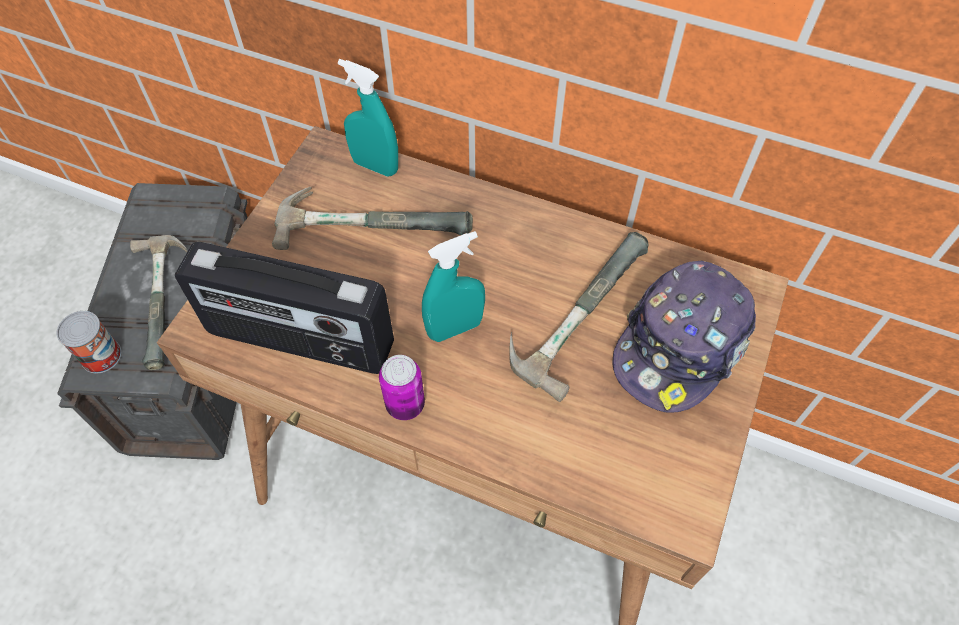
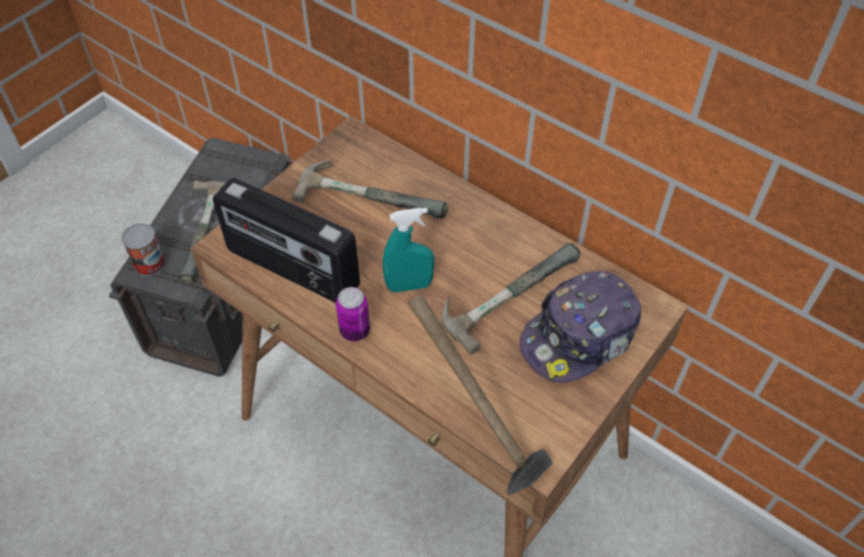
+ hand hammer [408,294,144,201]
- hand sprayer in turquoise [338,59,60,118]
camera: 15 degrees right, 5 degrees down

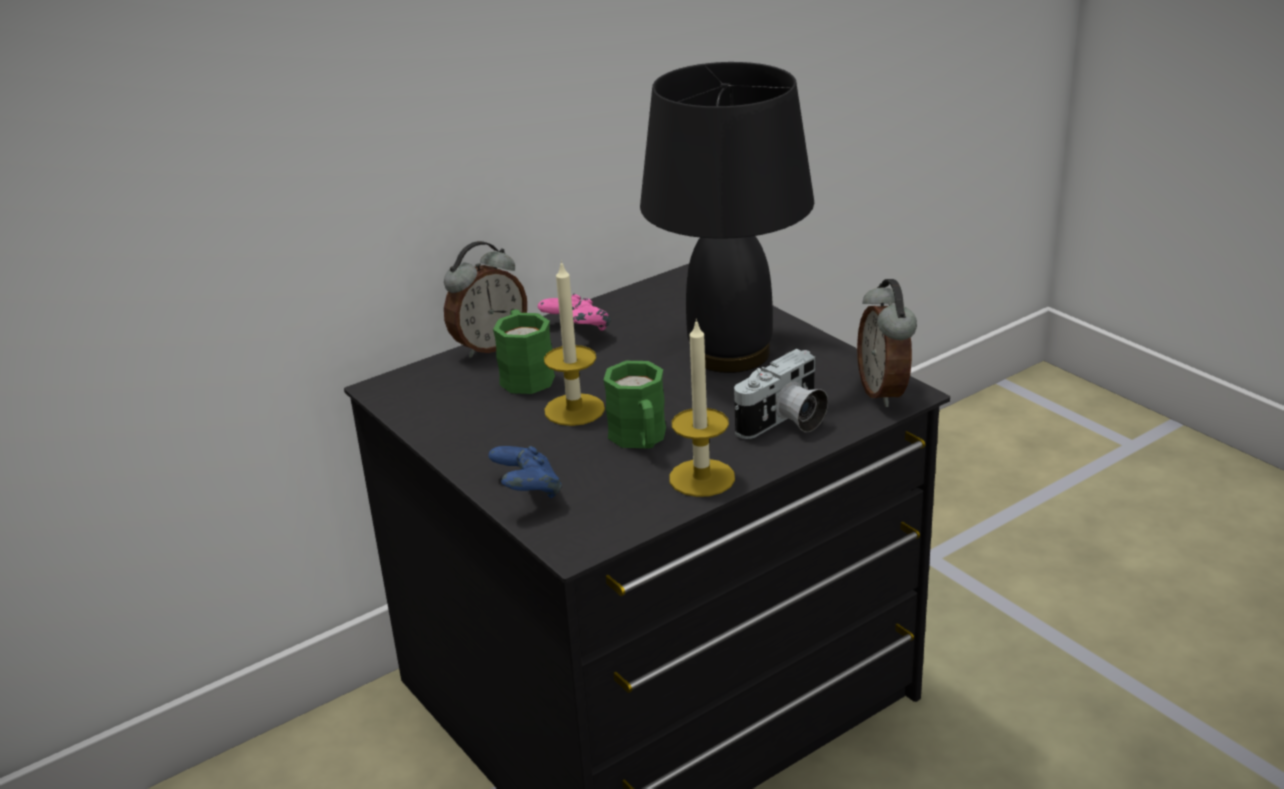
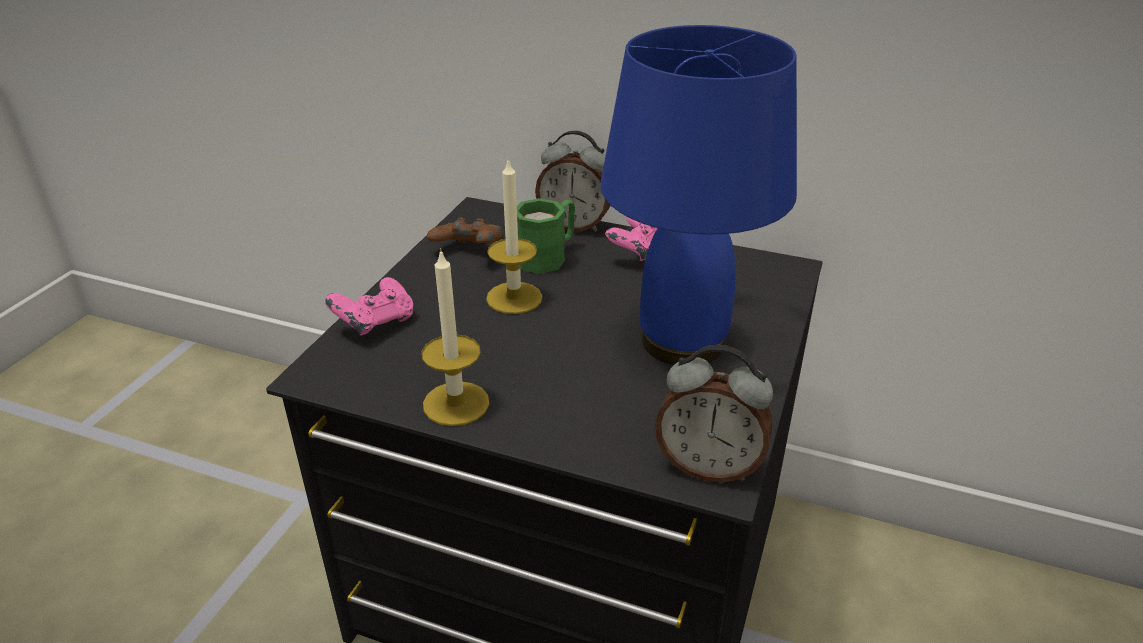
~ joypad in blue-coloured [488,446,74,52] to joypad in pink-coloured [325,277,88,58]
+ joypad in brown-coloured [427,218,77,25]
~ table lamp in black [640,62,174,311] to table lamp in blue-coloured [600,25,197,340]
~ alarm clock [857,279,60,128] = [655,345,118,137] 120 degrees counterclockwise
- mug in green-coloured [604,361,62,88]
- photo camera [734,349,94,90]
camera: 55 degrees right, 5 degrees up

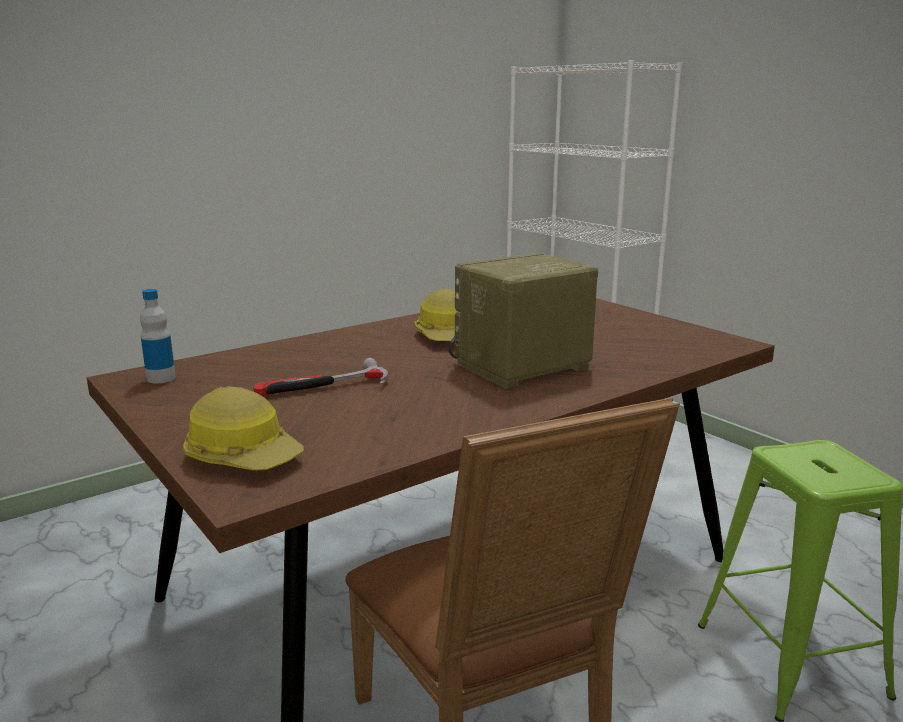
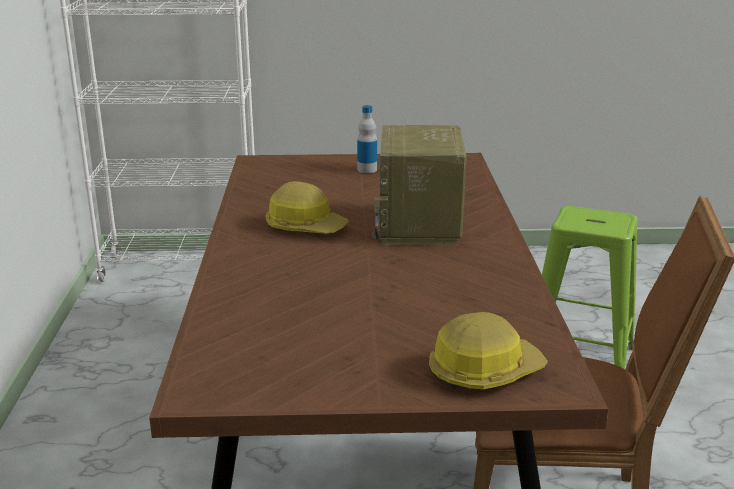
~ bottle [140,289,36,94] to [357,105,20,68]
- hand hammer [253,358,135,38]
camera: 55 degrees left, 5 degrees up

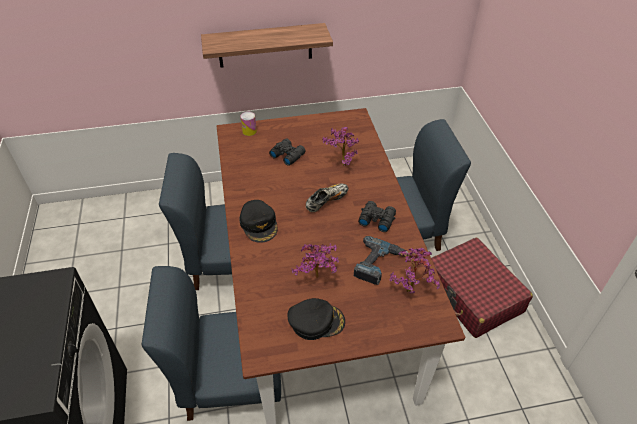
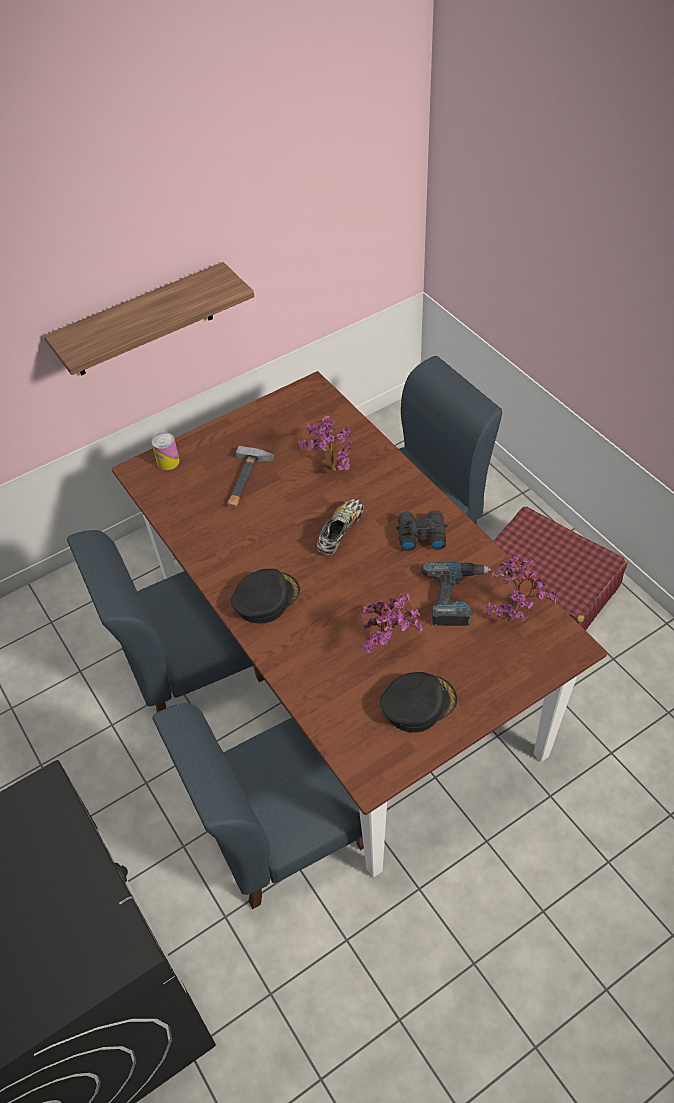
~ field glasses in black [269,138,37,28] to hand hammer [228,446,46,62]
~ peaked cap in black [239,200,38,43] = [231,569,69,55] 90 degrees counterclockwise
camera: 20 degrees left, 5 degrees up

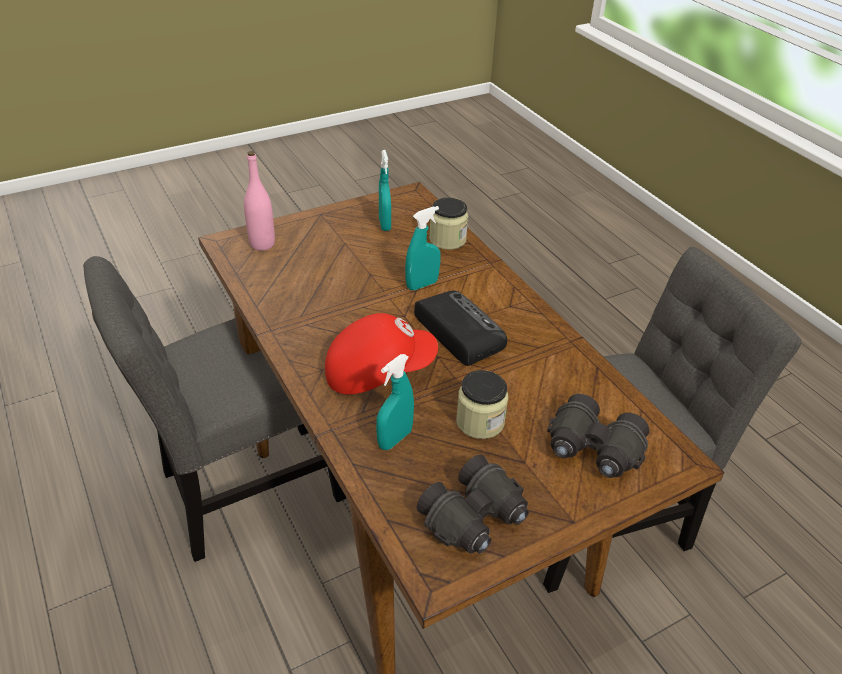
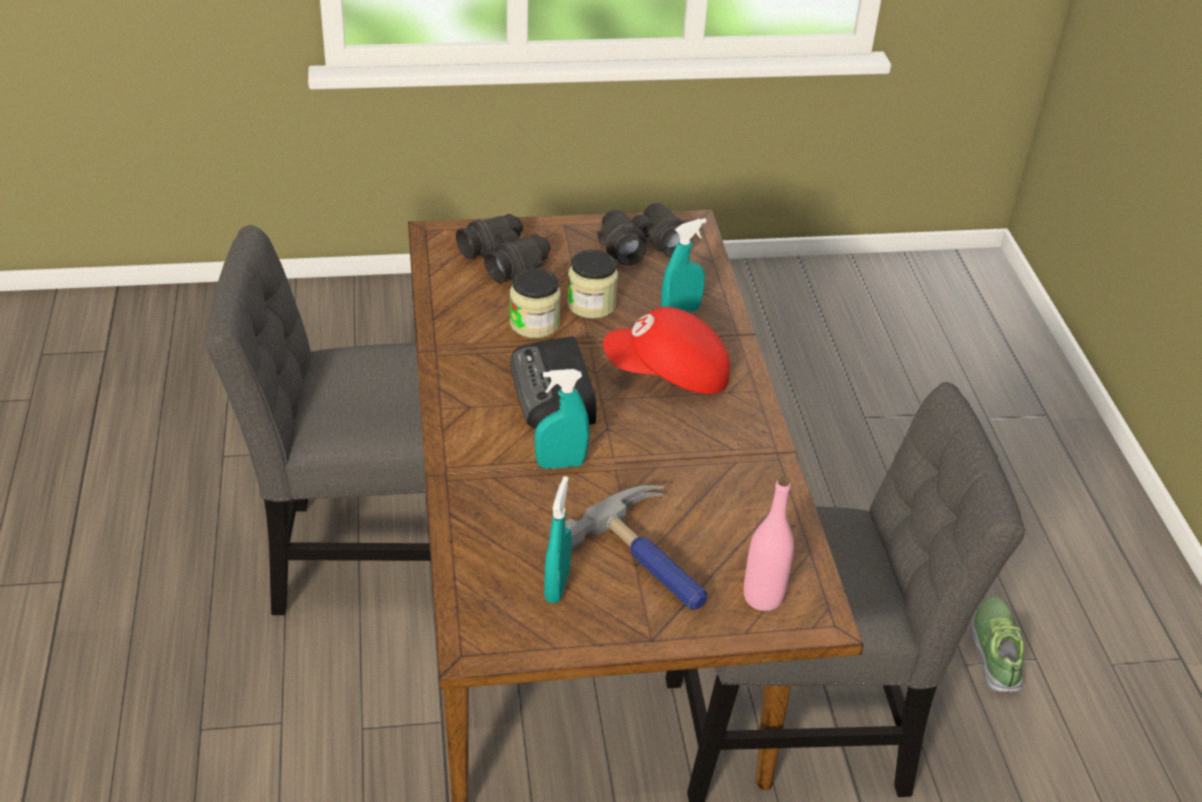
~ preserve jar [429,198,39,52] to [510,268,51,70]
+ hand hammer [565,485,142,125]
+ shoe [970,597,54,95]
camera: 160 degrees left, 0 degrees up

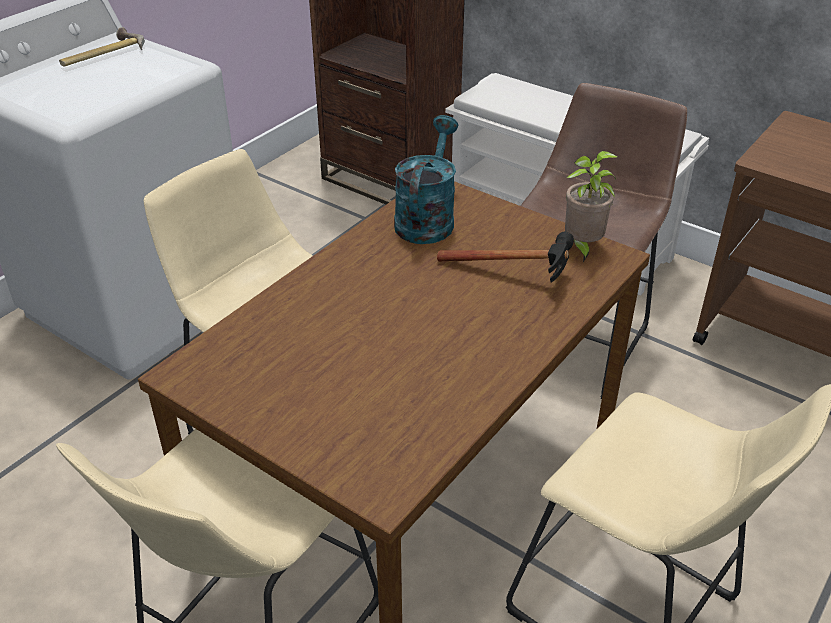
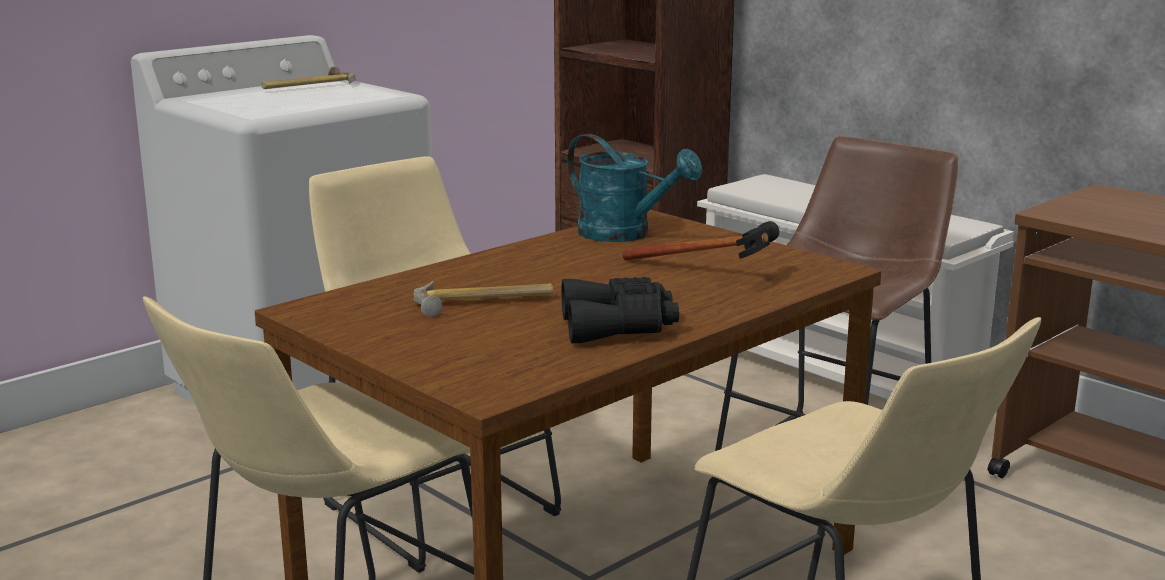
+ hand hammer [414,281,139,36]
+ field glasses in black [561,277,118,66]
~ watering pot in turquoise [394,115,64,129] = [567,134,135,108] 105 degrees clockwise
- houseplant [565,151,52,111]
camera: 10 degrees right, 20 degrees down

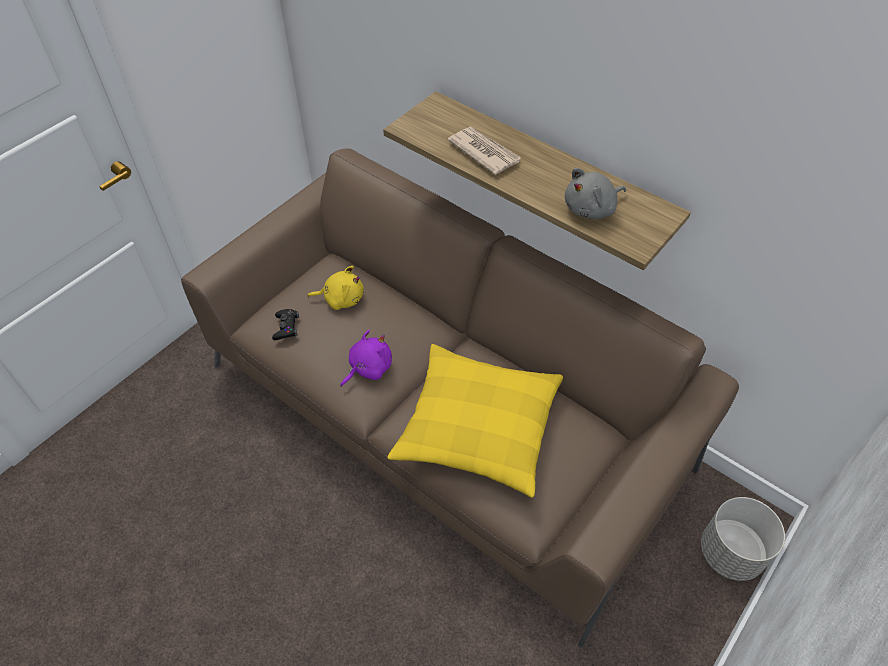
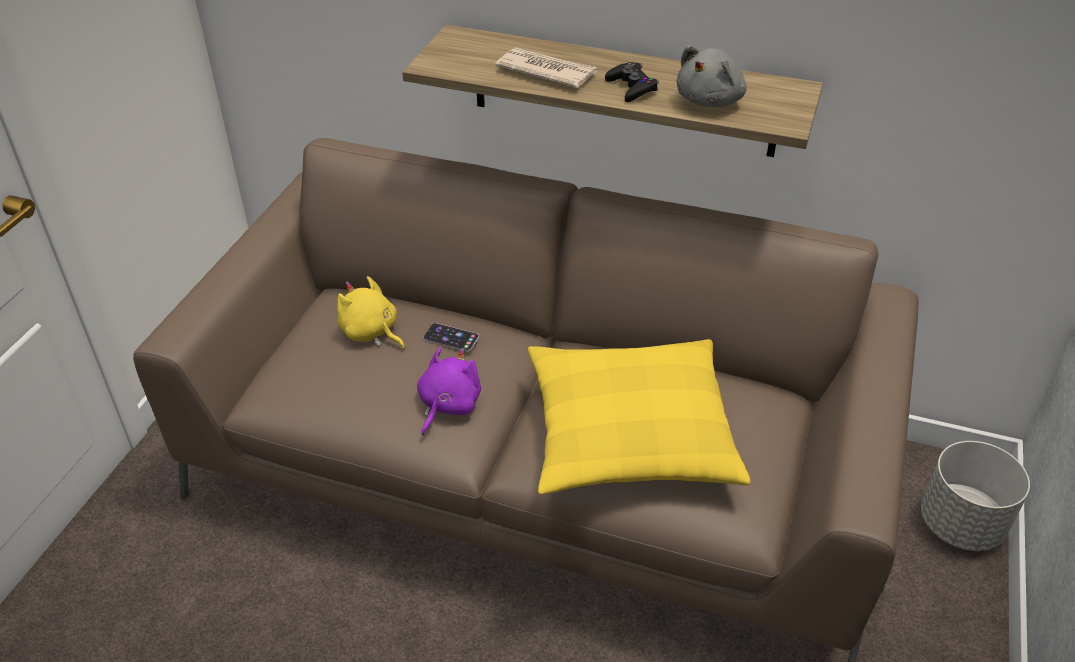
~ cuddly toy in yellow [308,266,56,44] = [338,276,67,74] 120 degrees counterclockwise
+ phone [423,323,56,28]
~ joypad in black [272,309,27,31] to [605,62,54,40]
camera: 20 degrees left, 10 degrees down

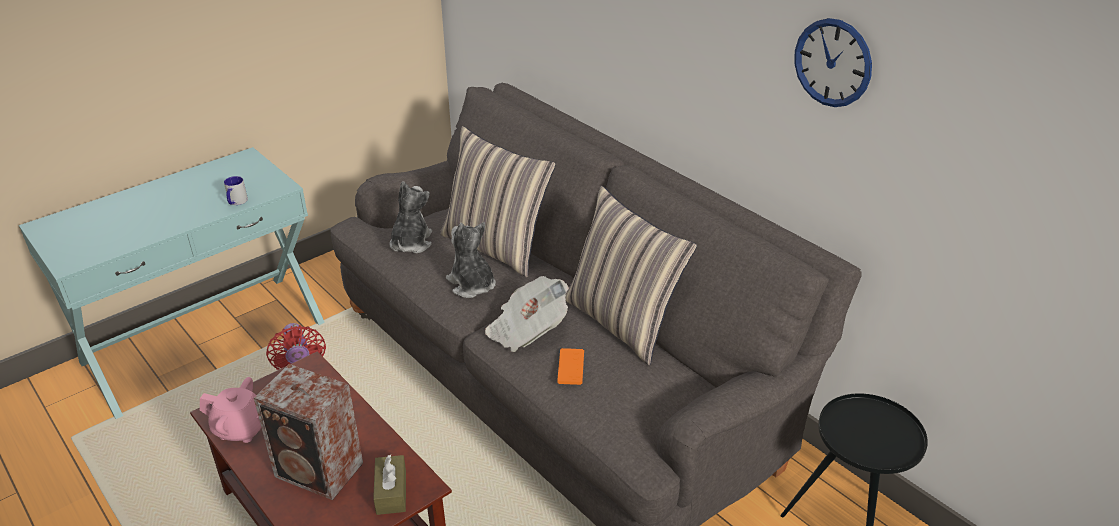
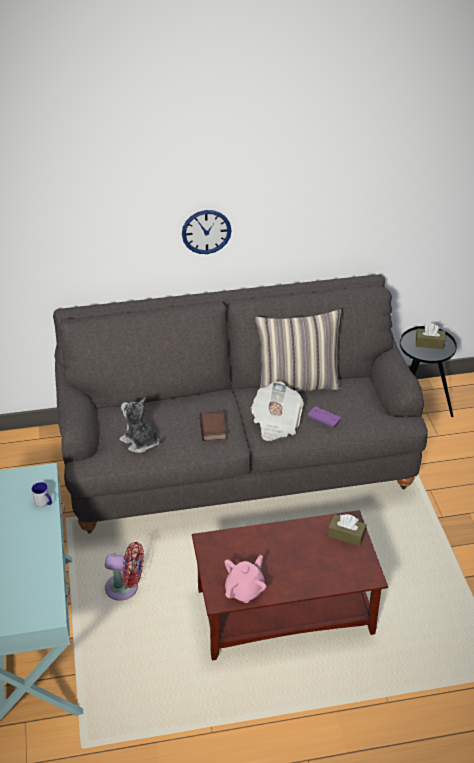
~ hanging clock [794,18,78,89] to [182,210,50,44]
~ cuddly toy [446,222,50,76] to bound book [199,411,28,30]
~ joypad in orangey [557,348,27,37] to joypad in purple [307,406,34,21]
+ tissue holder in brown-coloured [416,324,30,25]
- speaker [254,364,109,136]
- cushion [440,126,116,151]
camera: 60 degrees left, 5 degrees up

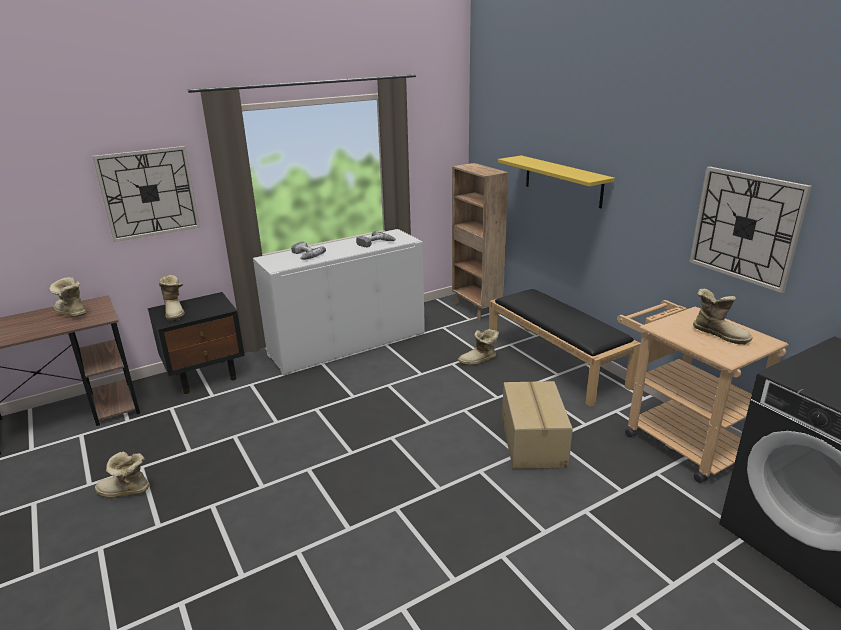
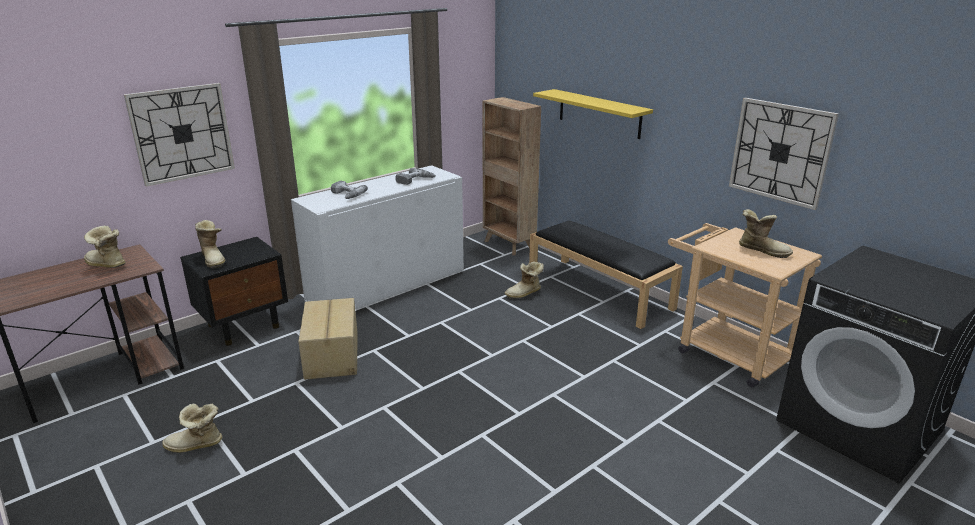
~ packing box [502,381,71,88] to [298,298,60,82]
camera: 10 degrees left, 0 degrees up

